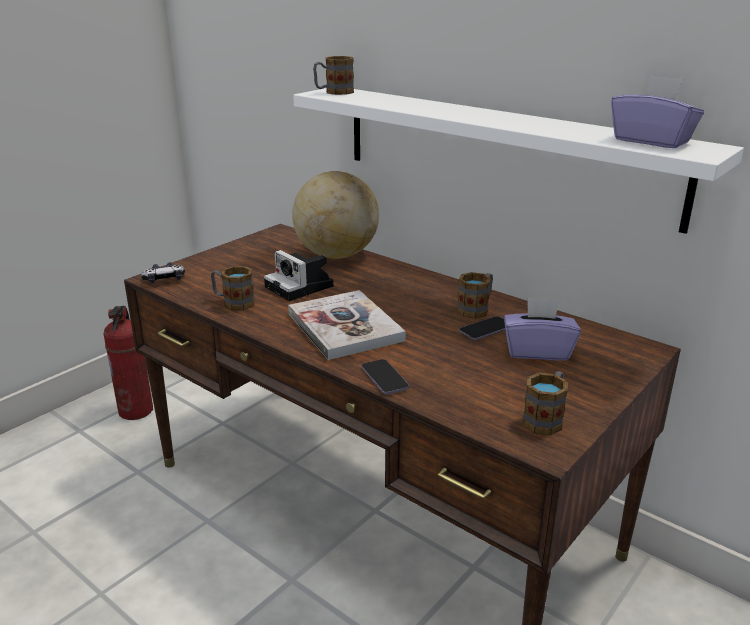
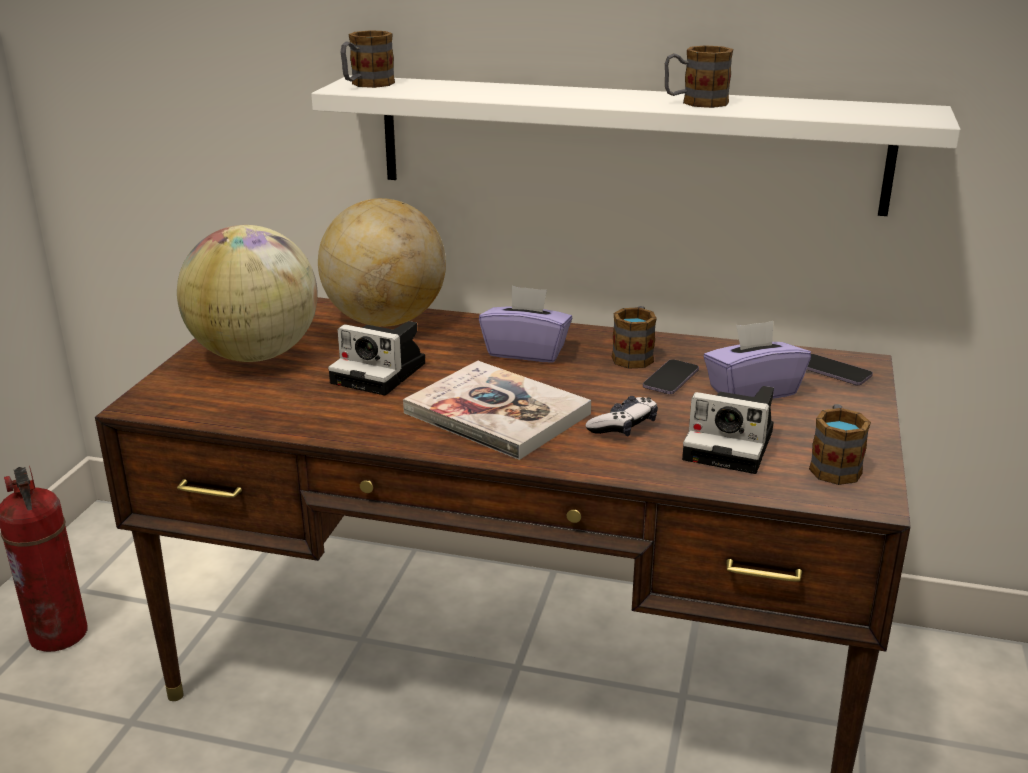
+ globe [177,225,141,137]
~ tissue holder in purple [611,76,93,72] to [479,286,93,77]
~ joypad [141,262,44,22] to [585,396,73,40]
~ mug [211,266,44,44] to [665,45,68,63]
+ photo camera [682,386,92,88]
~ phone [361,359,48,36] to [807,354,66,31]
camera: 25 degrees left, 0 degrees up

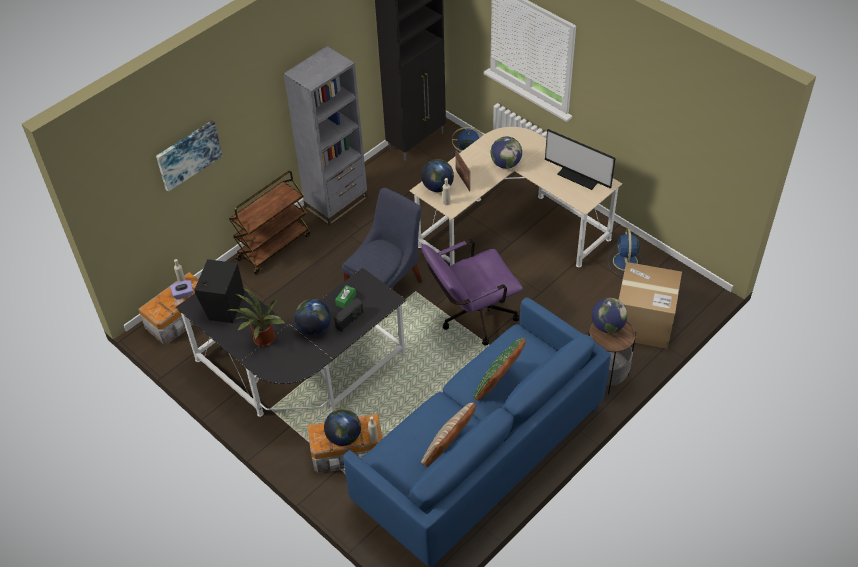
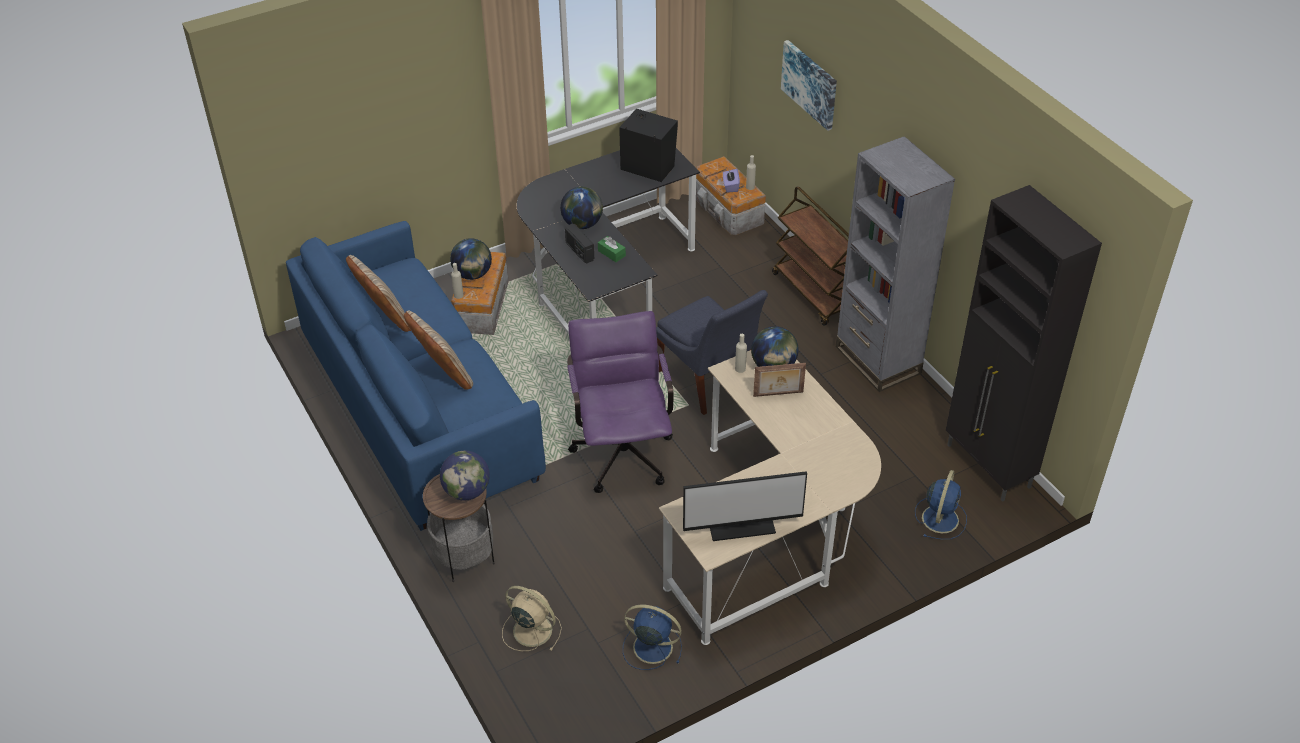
~ cushion in green-coloured [473,338,53,63] to cushion in beige-coloured [404,311,69,79]
~ packing box [619,262,63,87] to electric fan in beige-coloured [502,586,60,65]
~ monitor [545,129,71,61] = [683,471,124,70] 150 degrees counterclockwise
- houseplant [226,288,60,58]
- globe [490,136,32,33]
camera: 105 degrees right, 5 degrees down

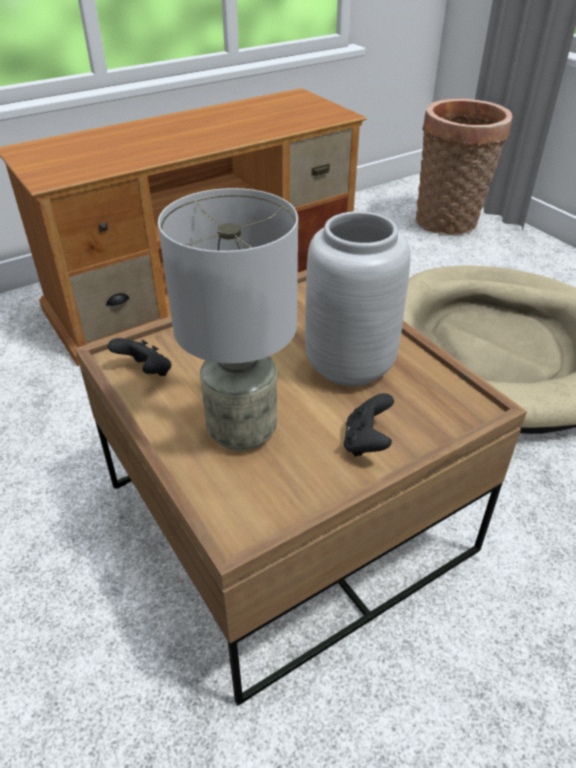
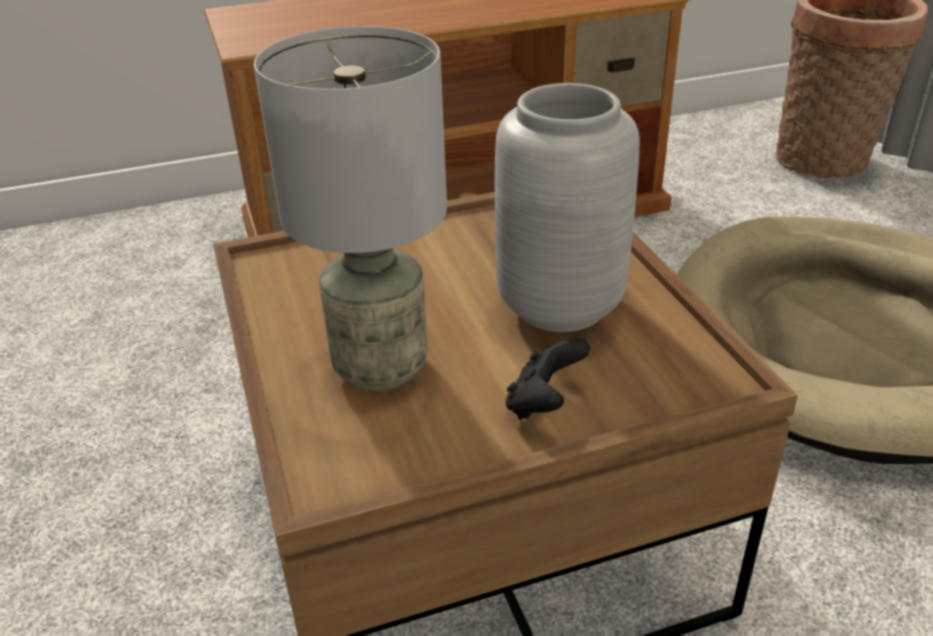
- joypad in black [108,338,63,38]
camera: 15 degrees right, 5 degrees down

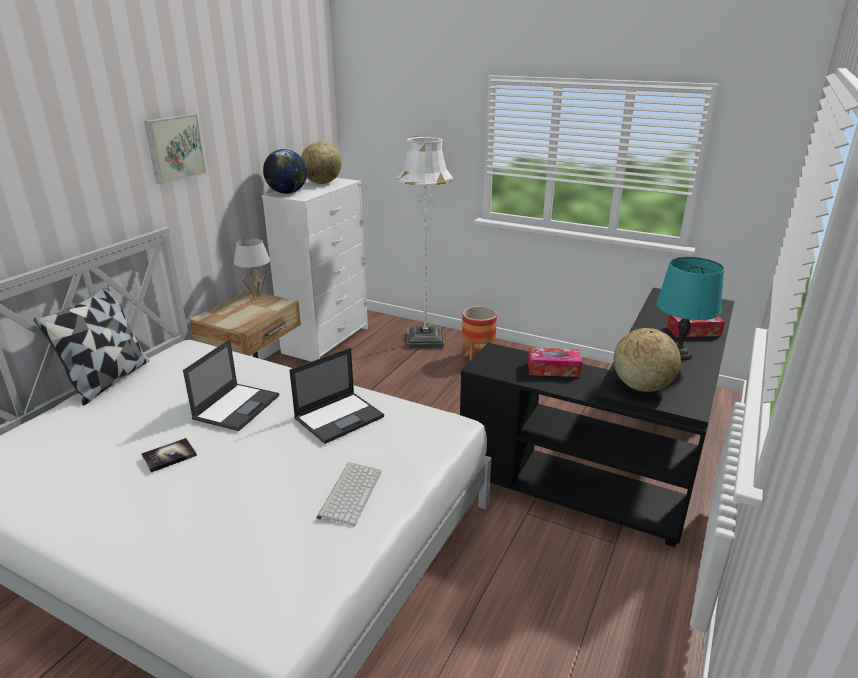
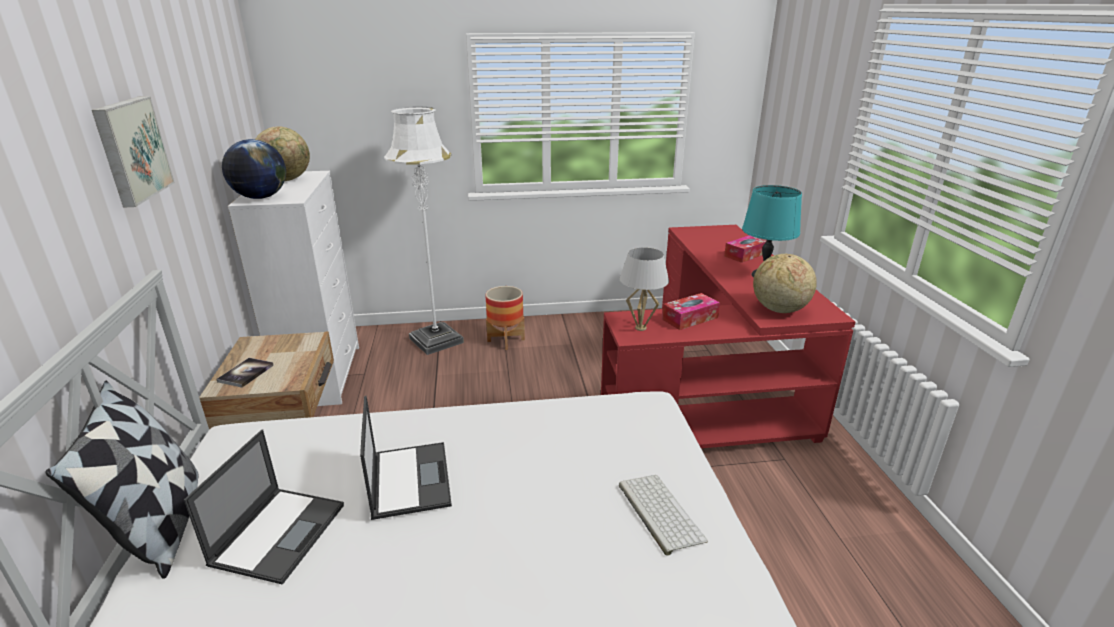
~ notebook computer [289,348,95,96] to [184,429,160,156]
~ bound book [141,438,56,34] to [217,358,57,30]
~ desk table in black [460,288,274,259] to desk table in red-coloured [601,225,254,223]
~ table lamp in white [234,238,36,62] to [620,248,49,83]
camera: 35 degrees left, 0 degrees up

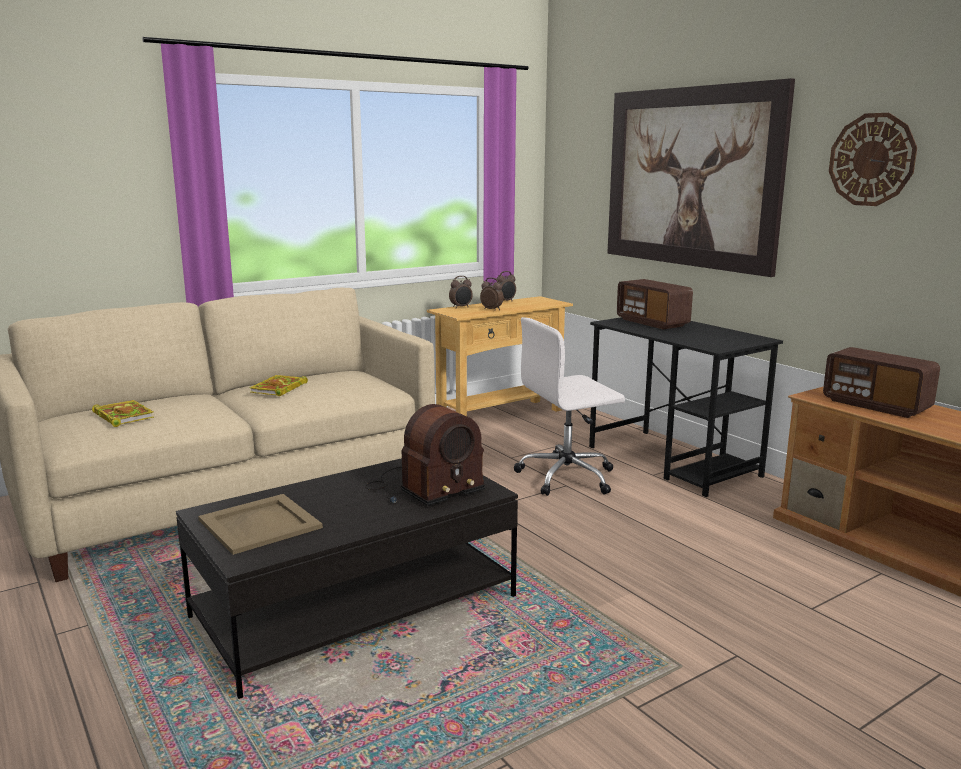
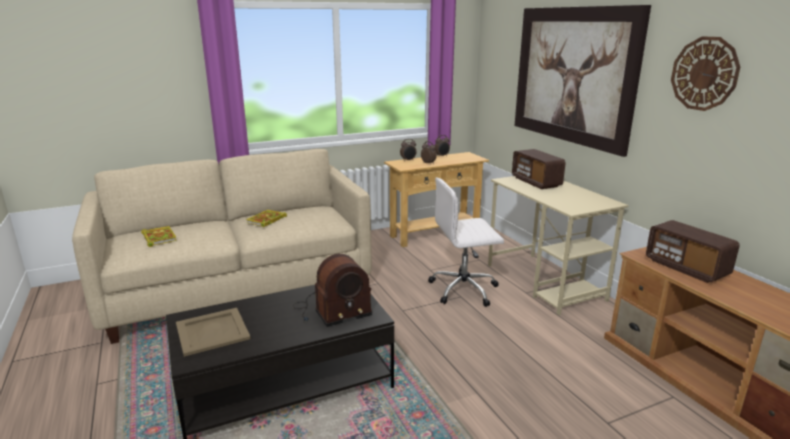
~ desk table in black [589,317,194,180] to desk table in beige-coloured [488,176,140,139]
camera: 10 degrees right, 5 degrees up

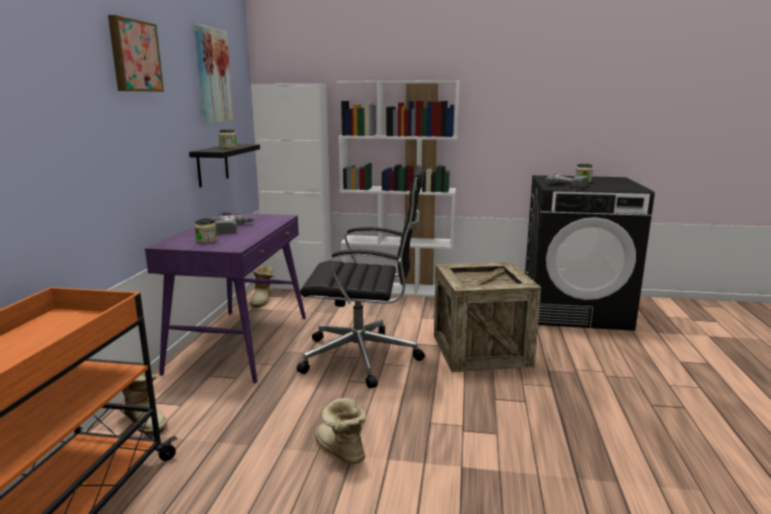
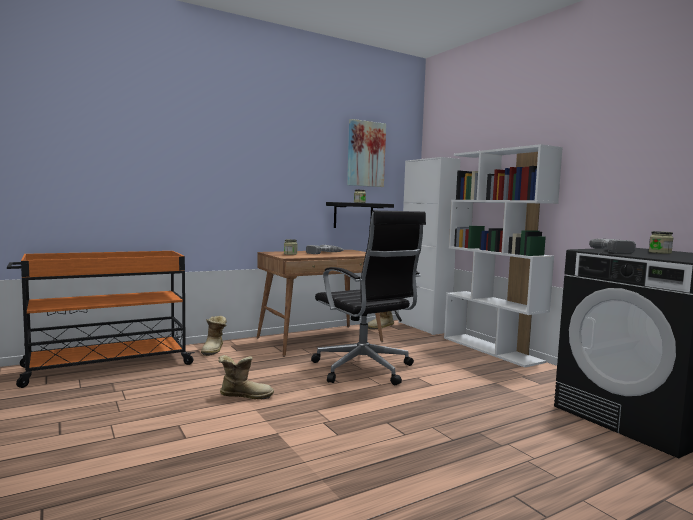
~ high-top boot [315,398,51,66] = [218,355,56,45] 75 degrees clockwise
~ desk table in purple [145,213,161,170] to desk table in brown-coloured [257,250,126,107]
- wall art [108,15,56,77]
- shipping crate [434,262,107,110]
camera: 50 degrees right, 10 degrees down

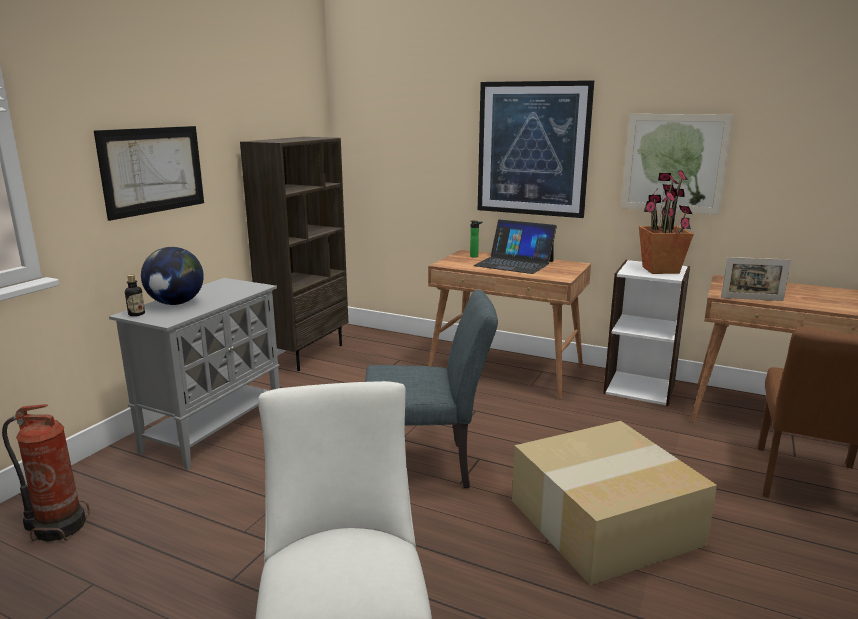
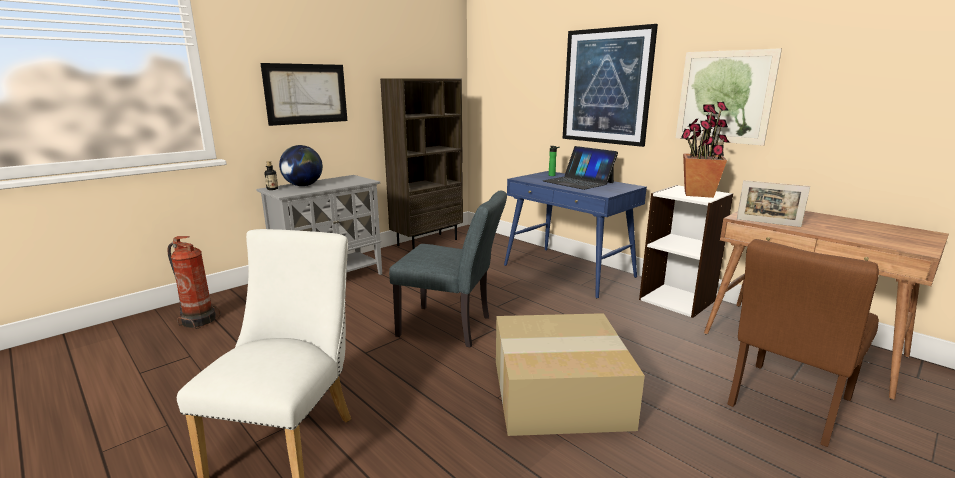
~ desk table in brown-coloured [428,250,163,149] to desk table in blue-coloured [504,171,143,128]
camera: 20 degrees right, 0 degrees up

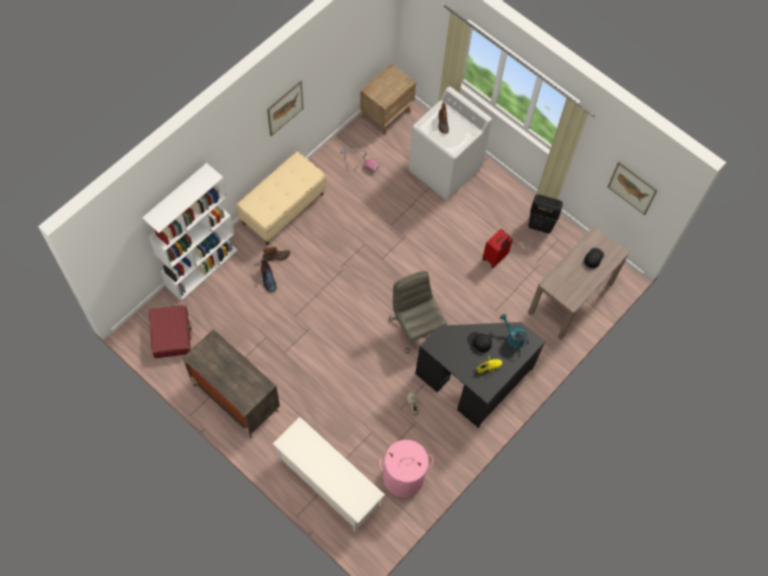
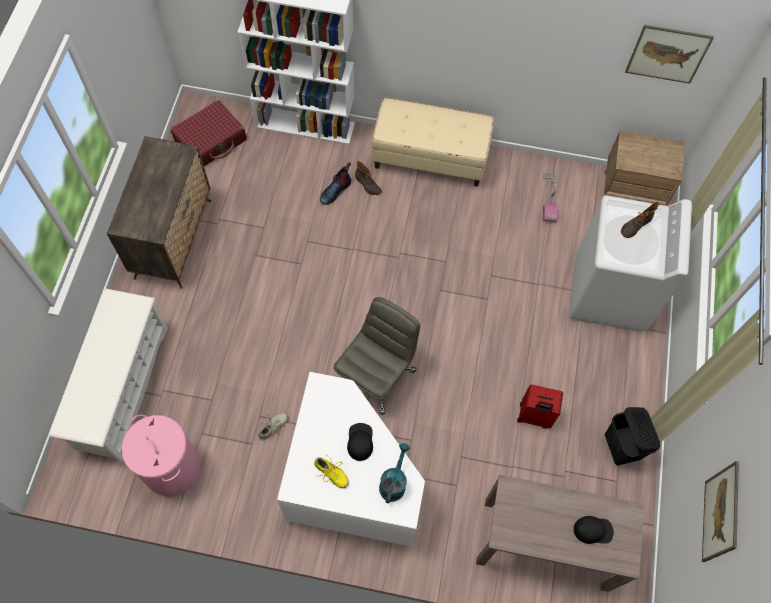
~ desk table in black [415,322,130,106] to desk table in white [277,372,148,177]
~ wall art [267,81,37,55] to [625,25,89,59]
camera: 60 degrees right, 0 degrees up

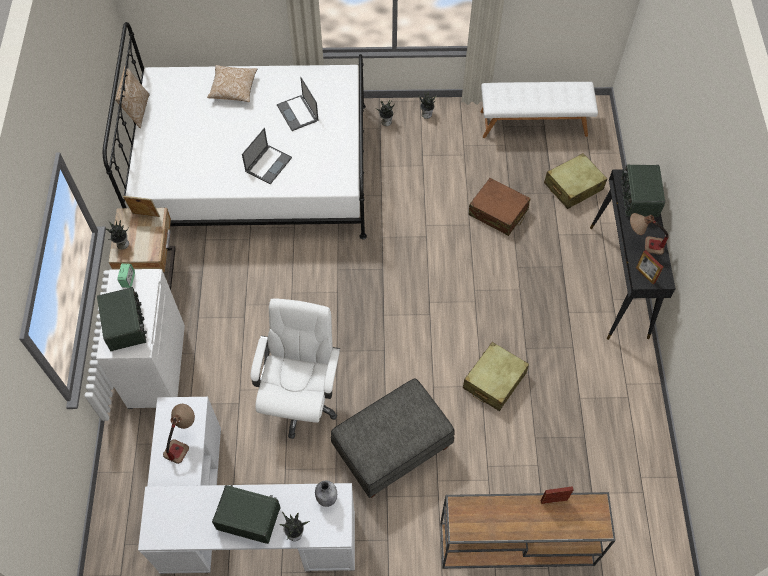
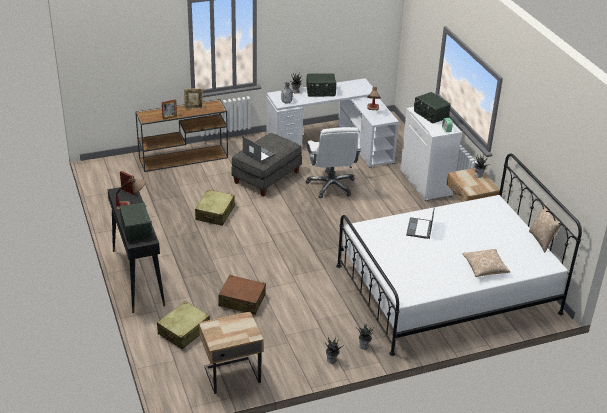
~ standing frame [123,196,37,21] to [184,88,19,21]
~ bench in white [481,82,117,56] to nightstand in beige-coloured [199,312,64,82]
~ notebook computer [277,77,42,54] to [243,136,33,27]
camera: 160 degrees right, 25 degrees down

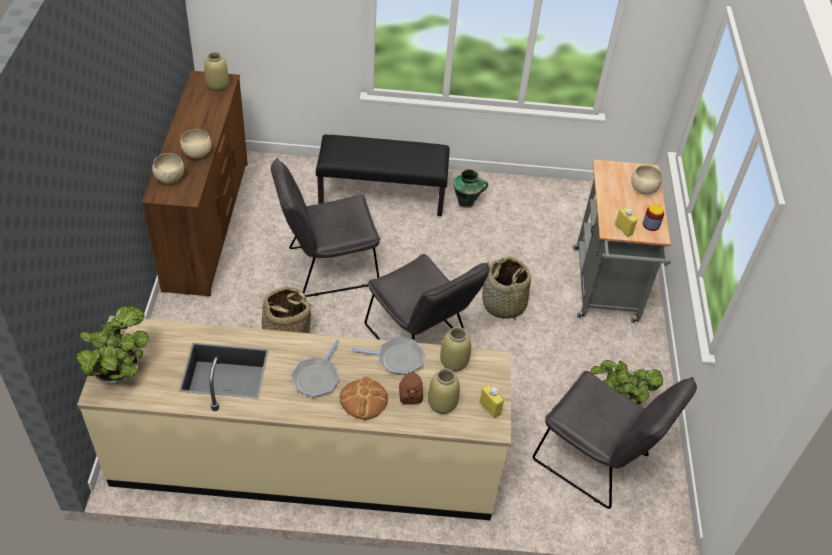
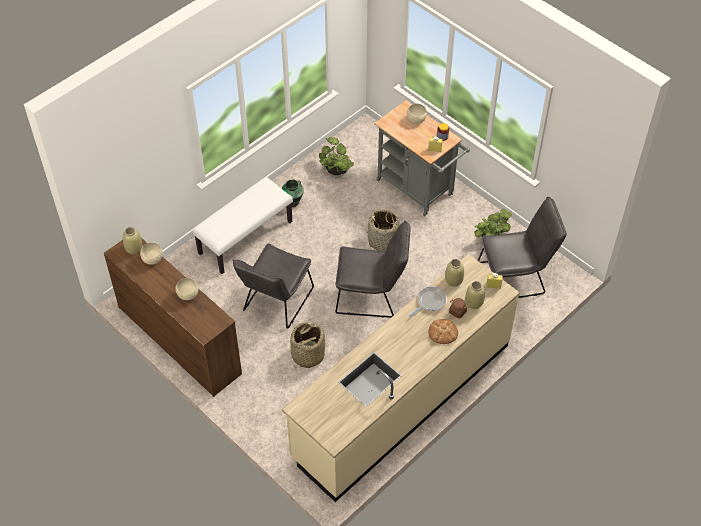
~ deep dish in beige-coloured [152,153,32,30] to [140,242,23,23]
~ bench in black [316,135,134,81] to bench in white [192,177,101,97]
~ houseplant [76,306,73,78] to [319,137,35,41]
- pan [291,340,49,57]
camera: 45 degrees left, 5 degrees up

